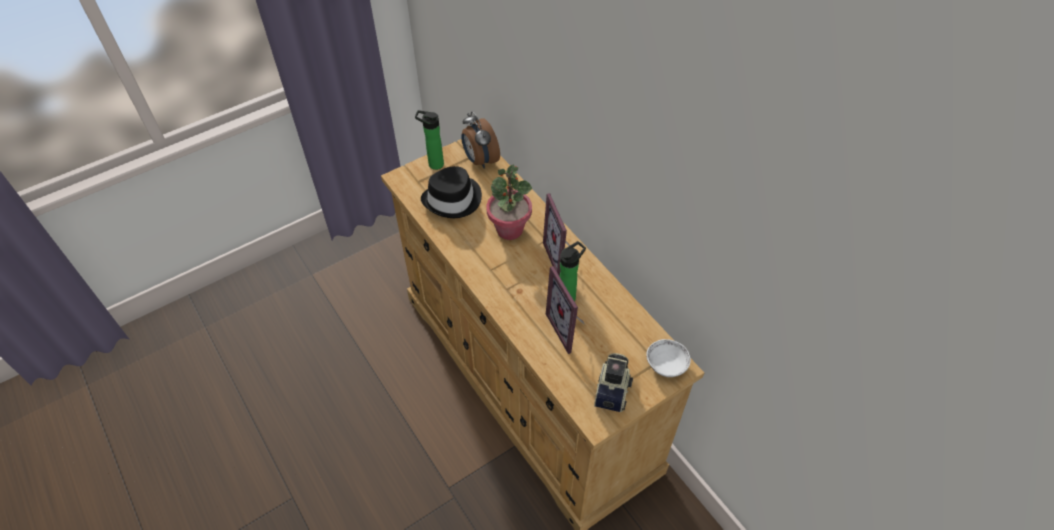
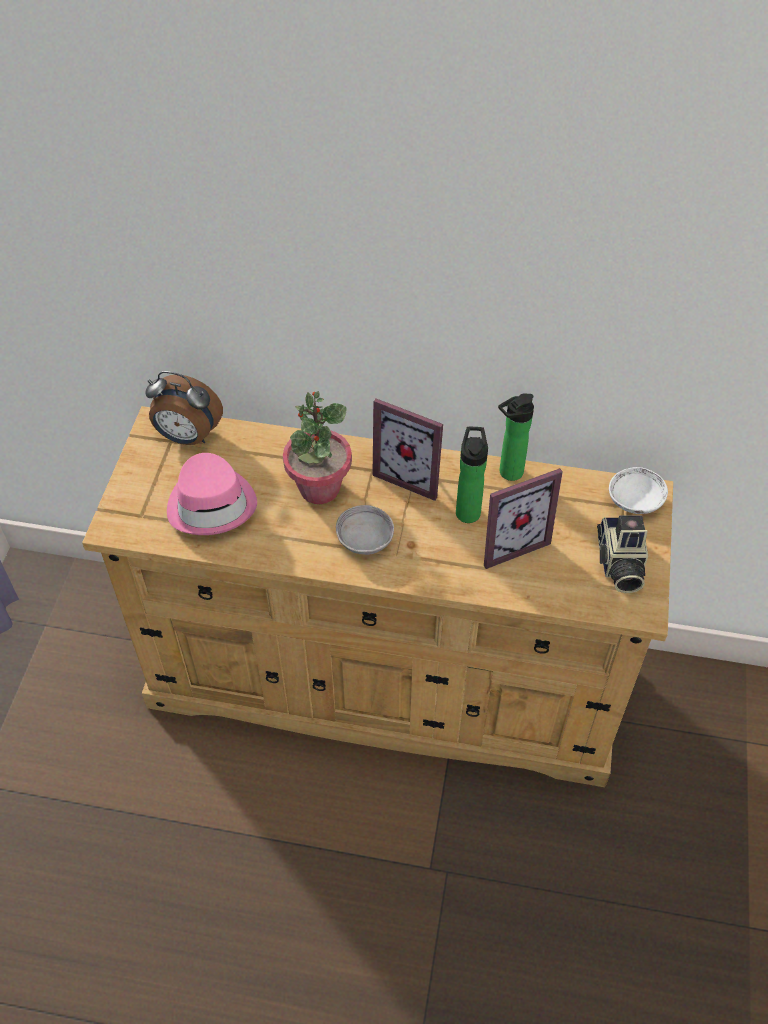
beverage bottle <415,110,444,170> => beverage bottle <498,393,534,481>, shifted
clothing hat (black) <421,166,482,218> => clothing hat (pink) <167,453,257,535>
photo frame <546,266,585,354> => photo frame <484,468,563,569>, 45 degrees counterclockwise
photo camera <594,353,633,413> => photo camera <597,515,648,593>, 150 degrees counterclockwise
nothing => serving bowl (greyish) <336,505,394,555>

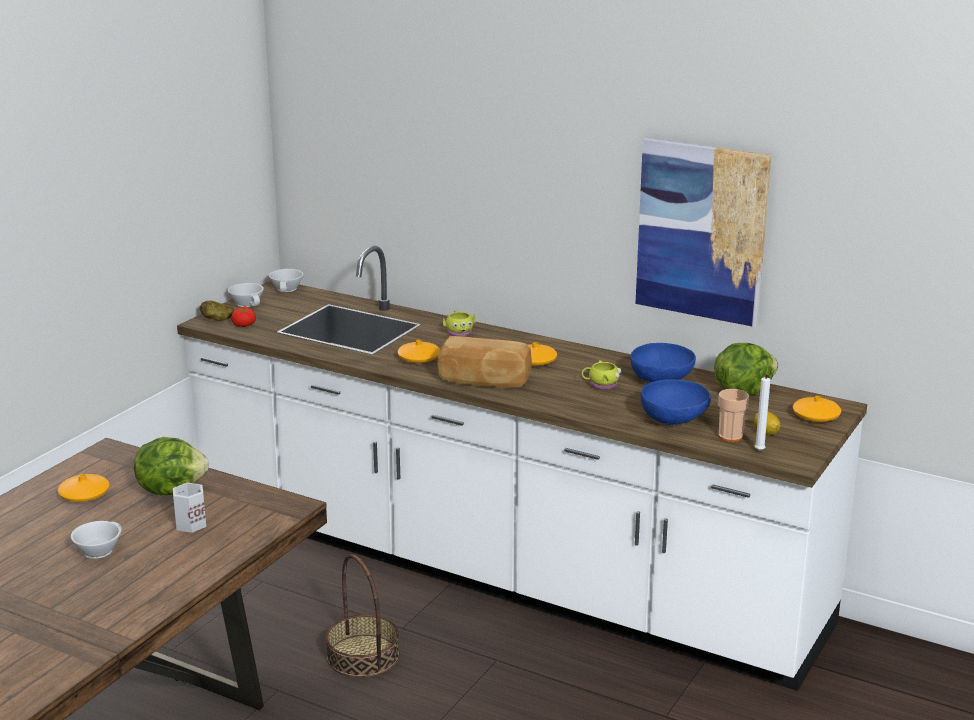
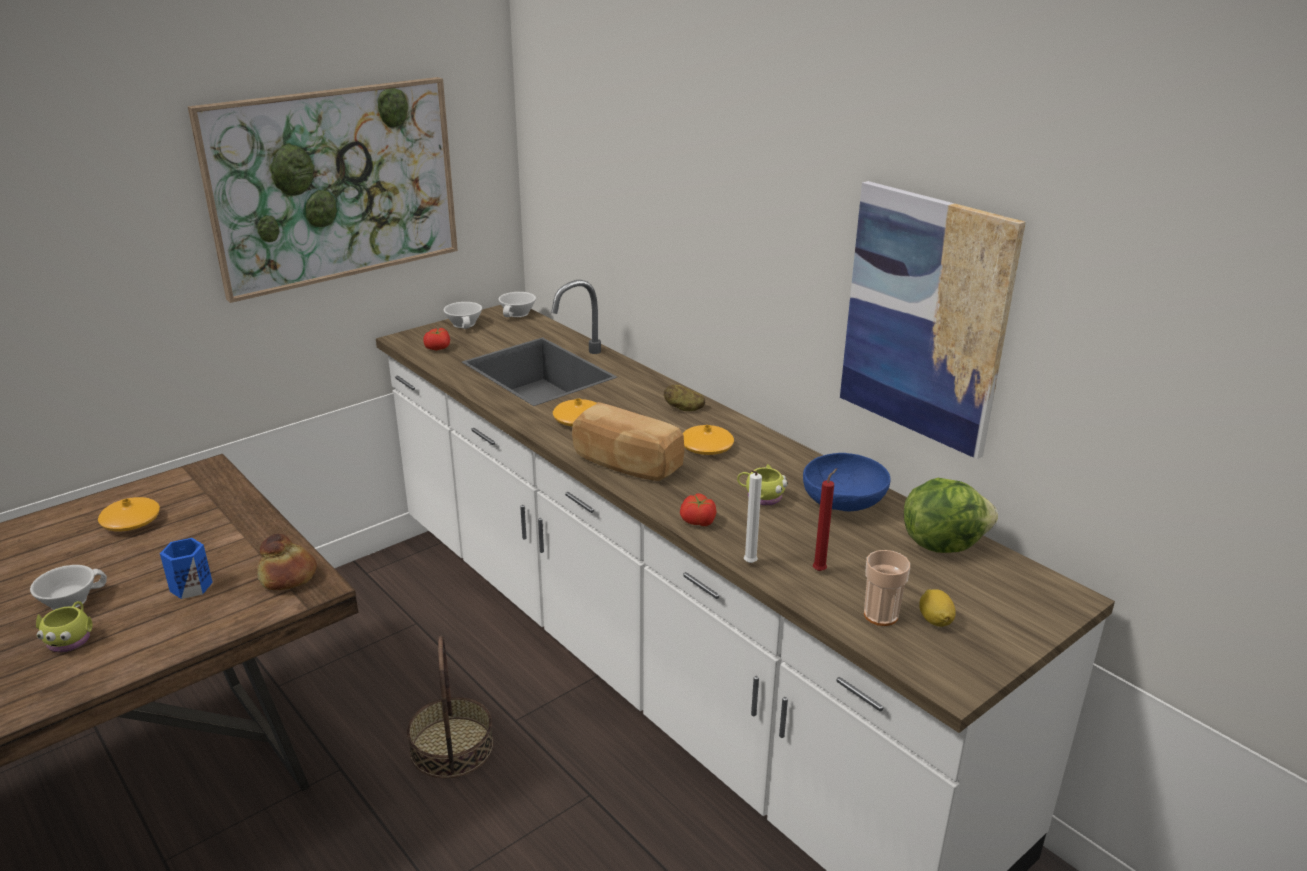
lettuce head <134,437,209,495> => nothing
coffee mug (white-coloured) <173,483,206,533> => coffee mug (bluish) <160,538,213,599>
potato <200,301,234,321> => potato <664,385,705,411>, shifted
coffee mug (yellow) <443,311,476,337> => coffee mug (yellow) <36,601,93,653>, shifted
serving bowl (bluish) <641,379,711,425> => wax candle (red-coloured) <813,469,837,571>
wax candle (white-coloured) <755,374,770,451> => wax candle (white-coloured) <744,470,762,563>, shifted
flower vase (orange-coloured) <793,396,841,422> => nothing
nothing => wall art <188,77,458,303>
nothing => bakery bread <257,534,317,590>
nothing => tomato <680,493,716,526>

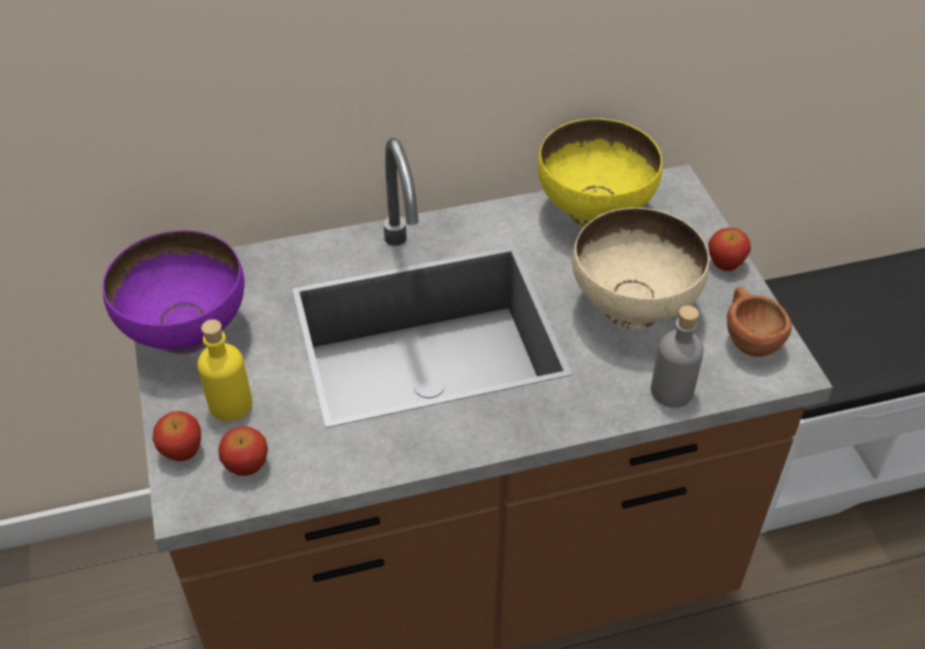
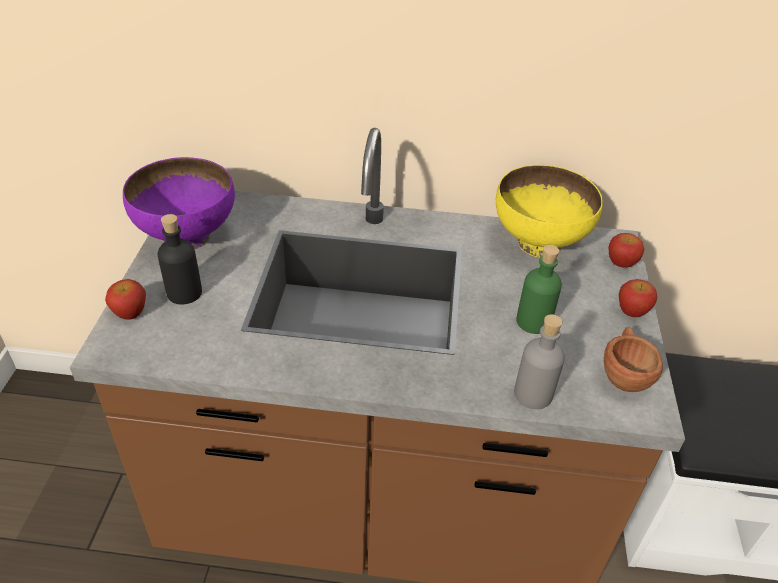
beverage bottle (yellow) <197,319,252,421> => beverage bottle (black) <158,214,202,305>
apple fruit <218,426,268,476> => apple fruit <609,233,644,268>, shifted
serving bowl (beige-coloured) <572,208,709,330> => beverage bottle (green) <516,245,562,334>

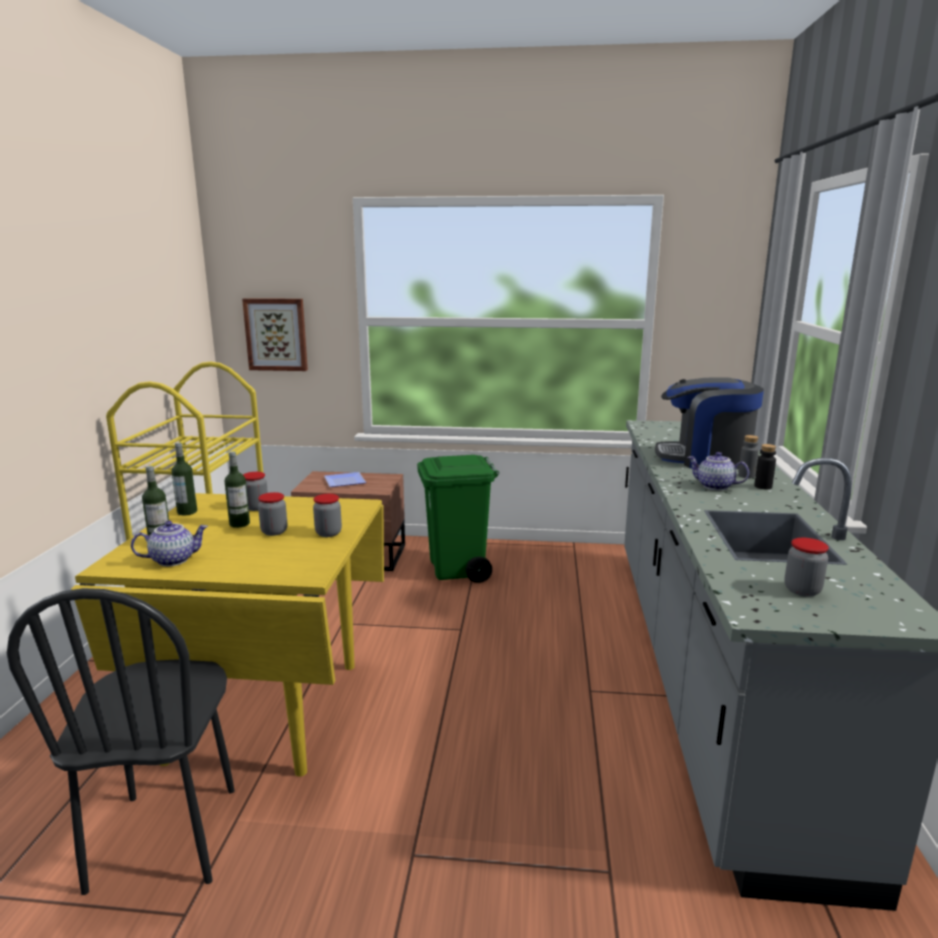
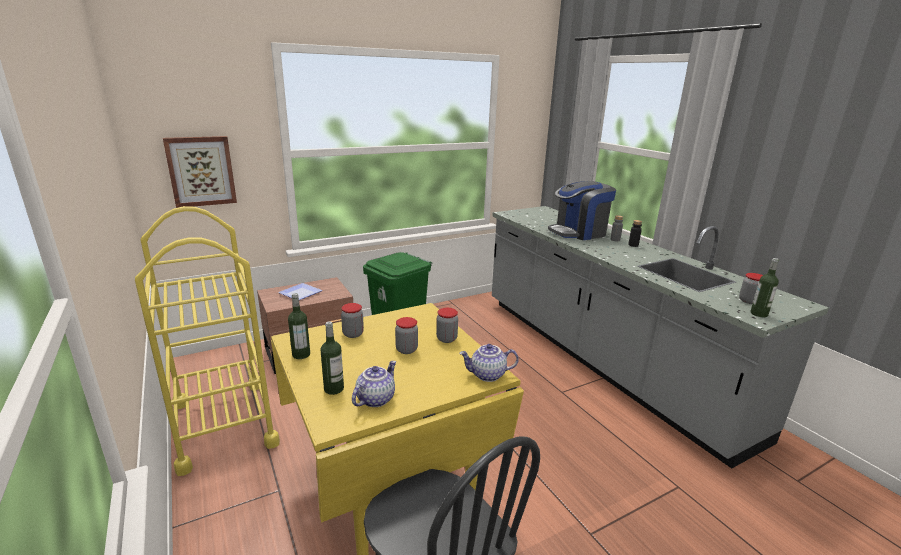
beverage bottle <225,451,250,528> => beverage bottle <750,258,779,317>, shifted
teapot <687,452,749,490> => teapot <459,344,519,382>, shifted

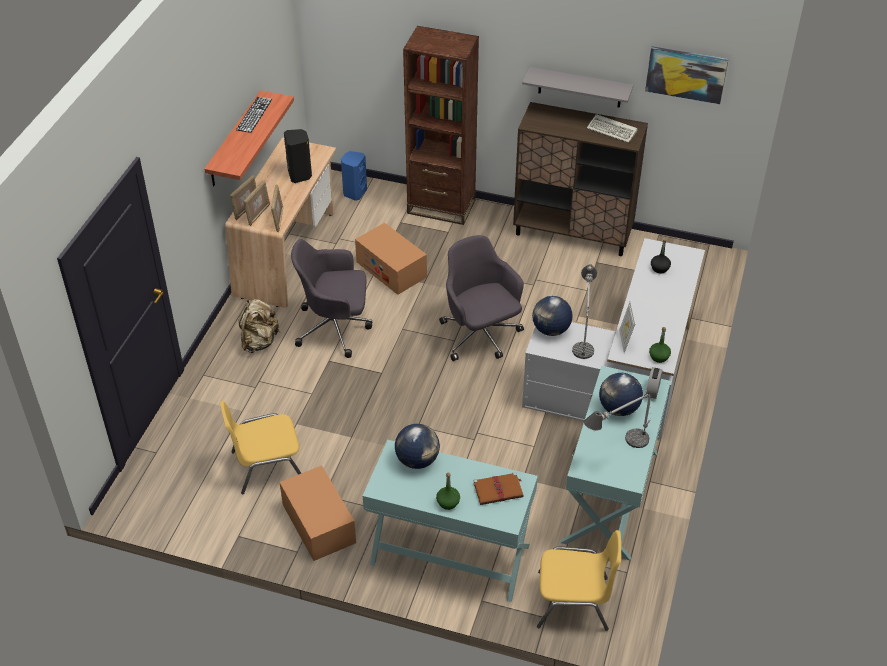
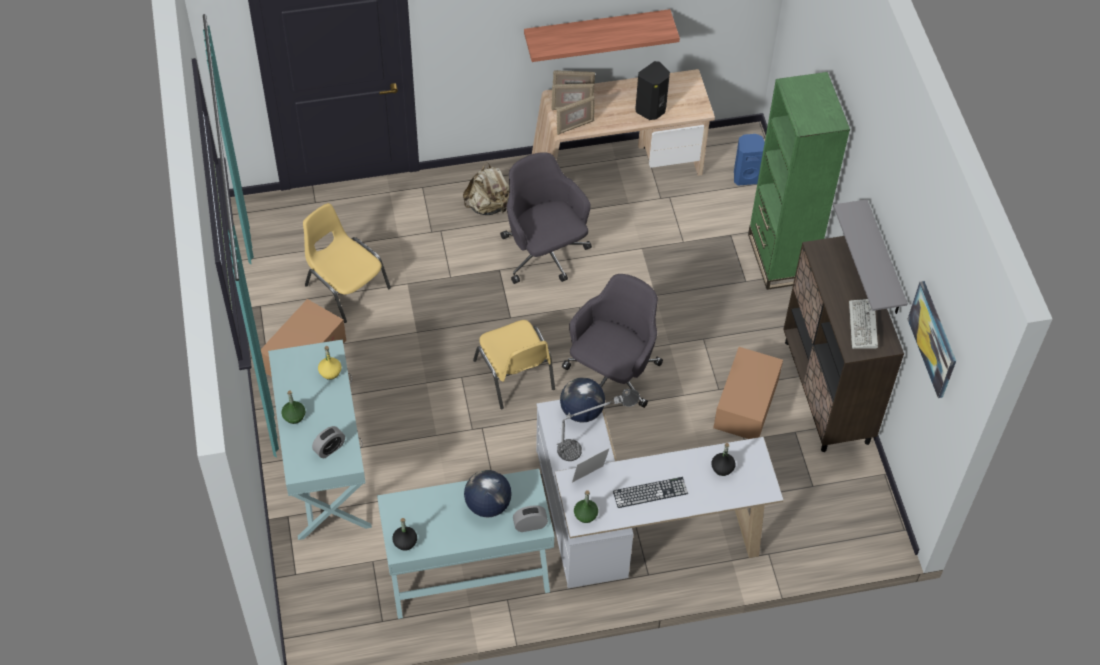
PC keyboard <236,97,272,133> => PC keyboard <613,477,688,508>, shifted
carton <355,223,427,295> => carton <713,347,783,439>, shifted
desk globe <395,424,440,469> => beverage bottle (yellow) <318,346,341,380>
bookcase (brown) <403,26,479,225> => bookcase (green) <748,72,850,290>
bound book (brown) <473,472,524,505> => table clock <312,426,345,458>
plain chair (yellow) <537,530,621,631> => plain chair (yellow) <473,320,555,409>, shifted
tabletop lamp <584,391,651,448> => nothing
nothing => beverage bottle (black) <392,518,417,551>

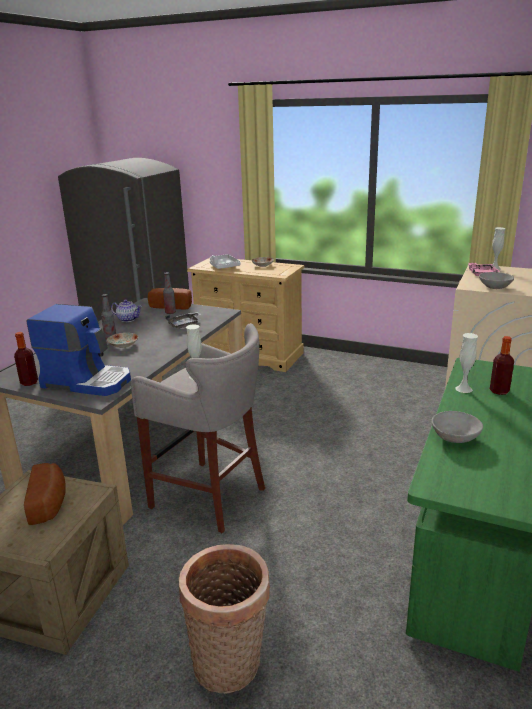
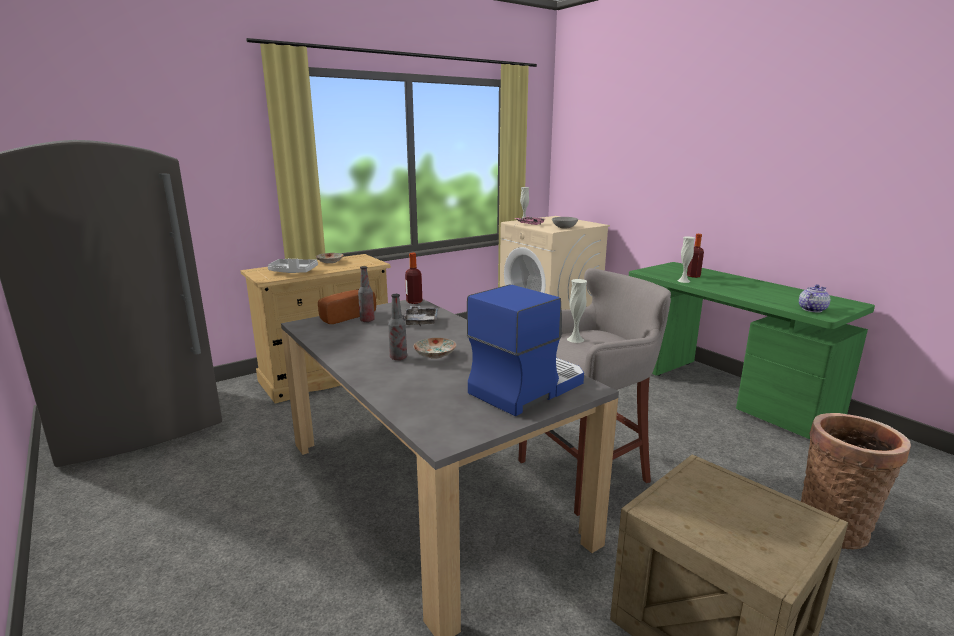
beverage bottle <14,332,38,386> => beverage bottle <405,253,422,304>, shifted
bakery bread <24,463,66,525> => nothing
teapot <111,300,142,322> => teapot <799,284,830,313>, shifted
serving bowl (greyish) <431,411,483,443> => nothing

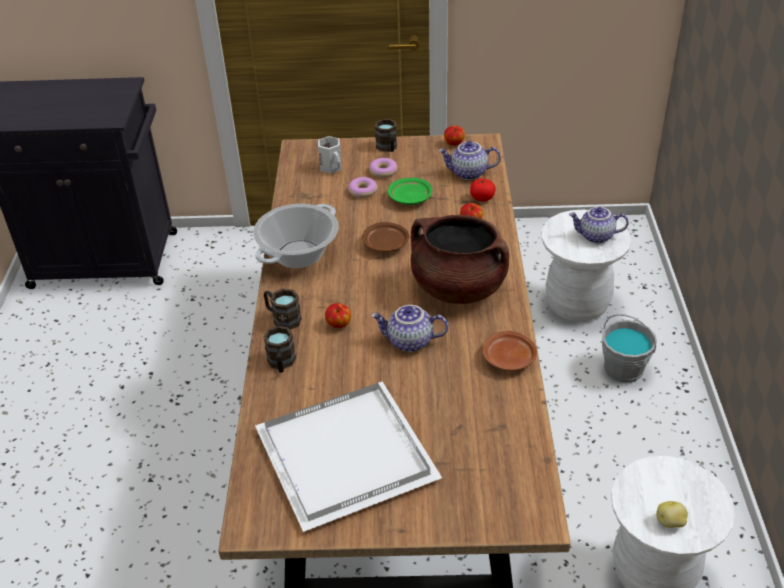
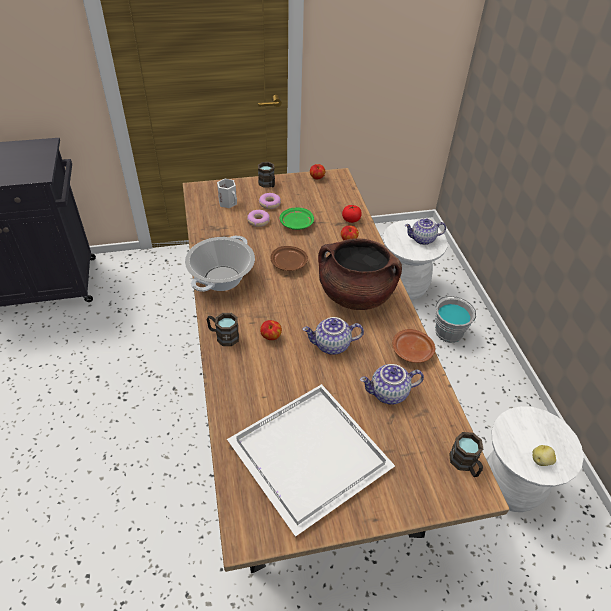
coffee mug (brown) <263,326,296,373> => coffee mug (brown) <449,432,483,477>, shifted
teapot <438,141,501,180> => teapot <360,364,424,405>, shifted

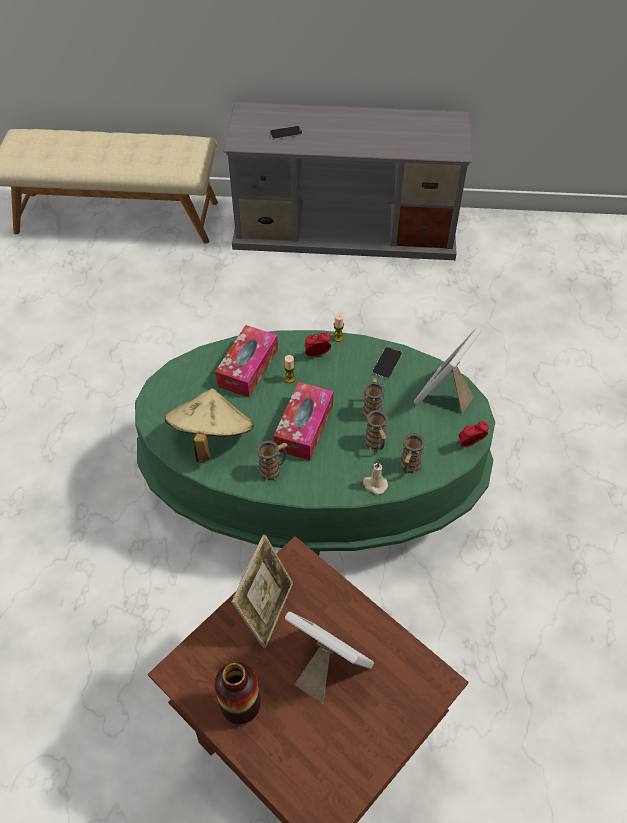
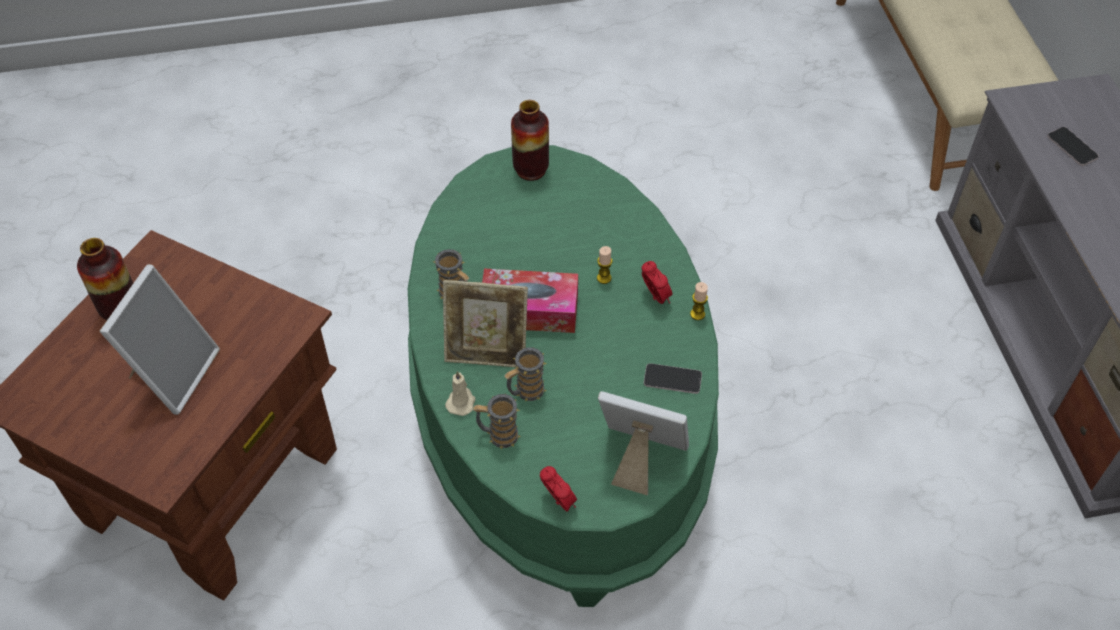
clothing hat (beige-coloured) <165,388,254,463> => nothing
tissue box <215,325,278,398> => nothing
photo frame <231,535,293,648> => photo frame <443,280,528,368>, shifted
coffee mug <360,378,386,419> => nothing
nothing => flower vase <511,100,549,181>

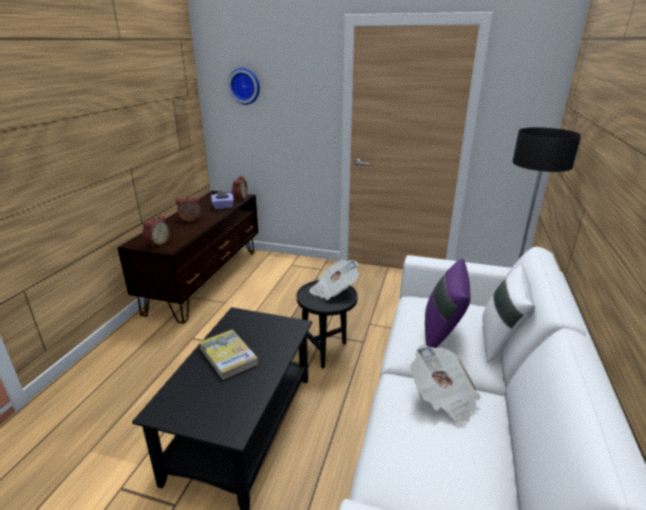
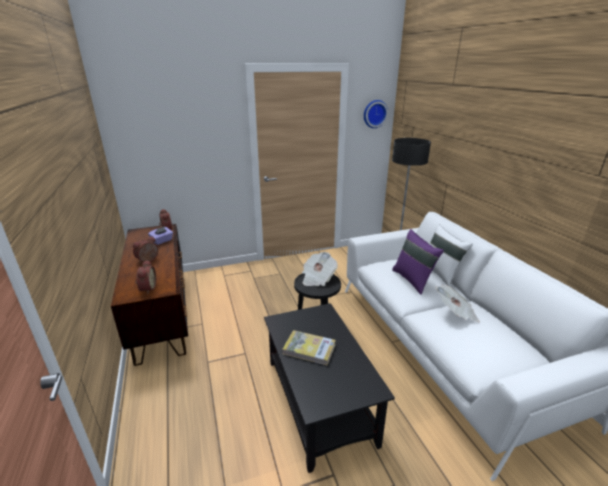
hanging clock <228,68,260,105> => hanging clock <364,100,388,128>, shifted

